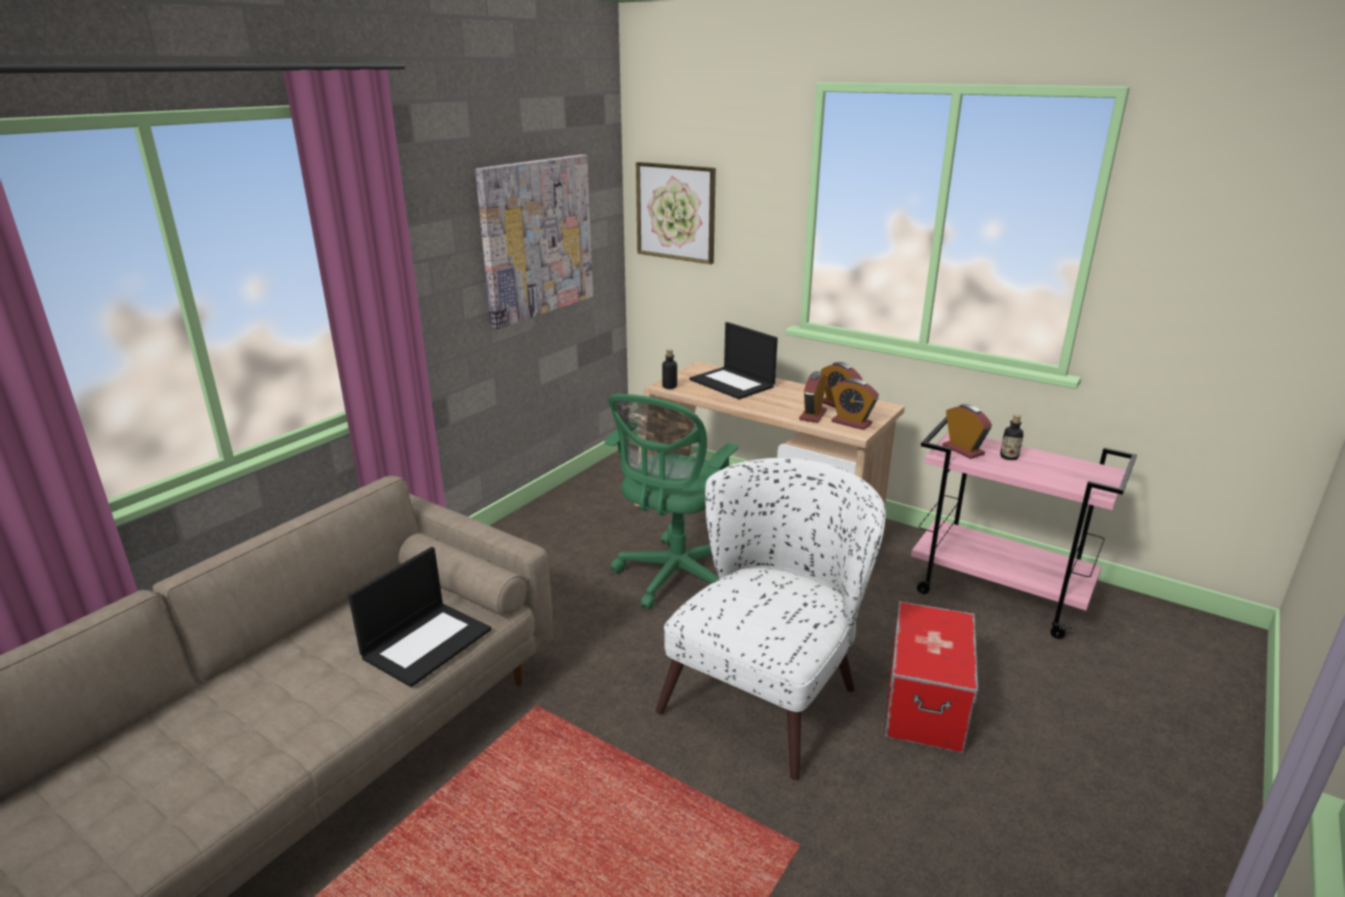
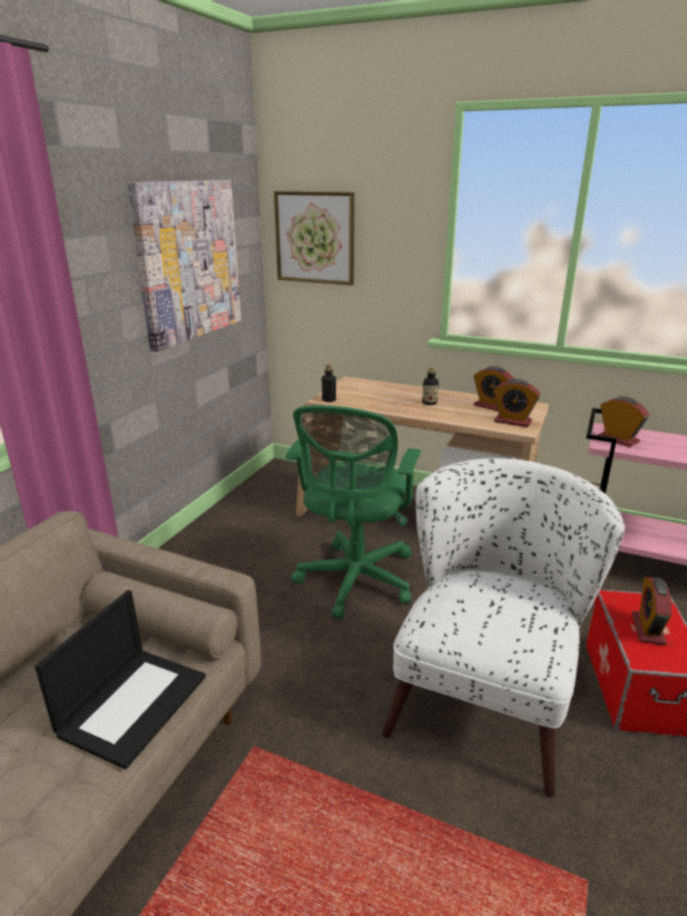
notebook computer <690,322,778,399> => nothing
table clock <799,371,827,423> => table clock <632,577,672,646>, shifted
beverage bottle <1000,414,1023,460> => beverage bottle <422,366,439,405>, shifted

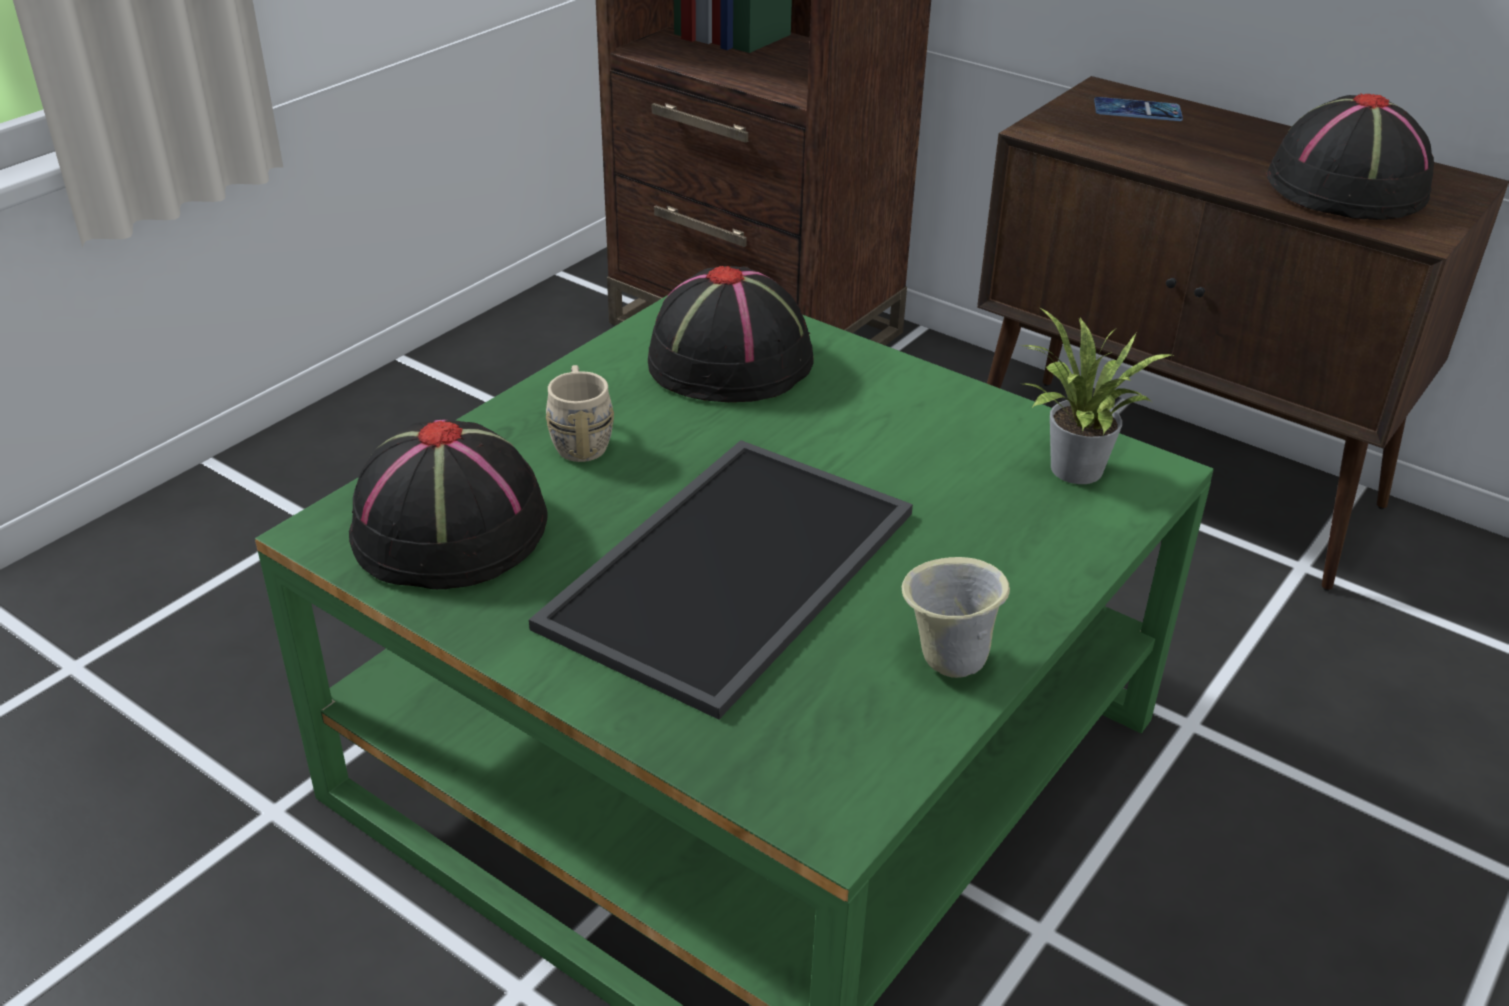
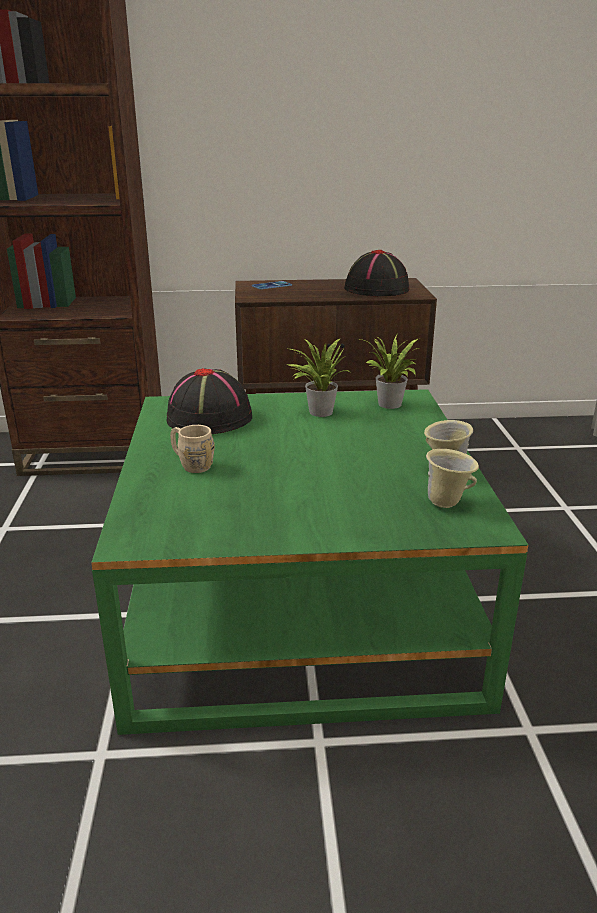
clothing hat (black) <349,420,548,589> => nothing
serving tray <529,440,913,720> => nothing
nothing => potted plant <287,338,350,417>
nothing => coffee mug (beige-coloured) <426,449,479,508>

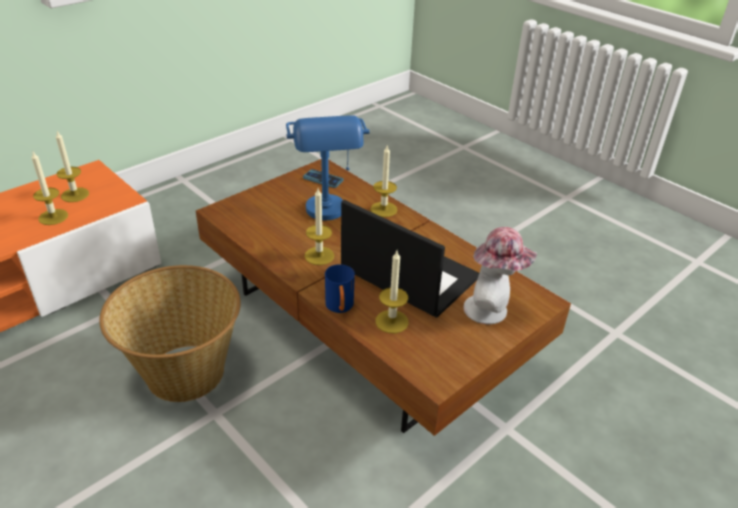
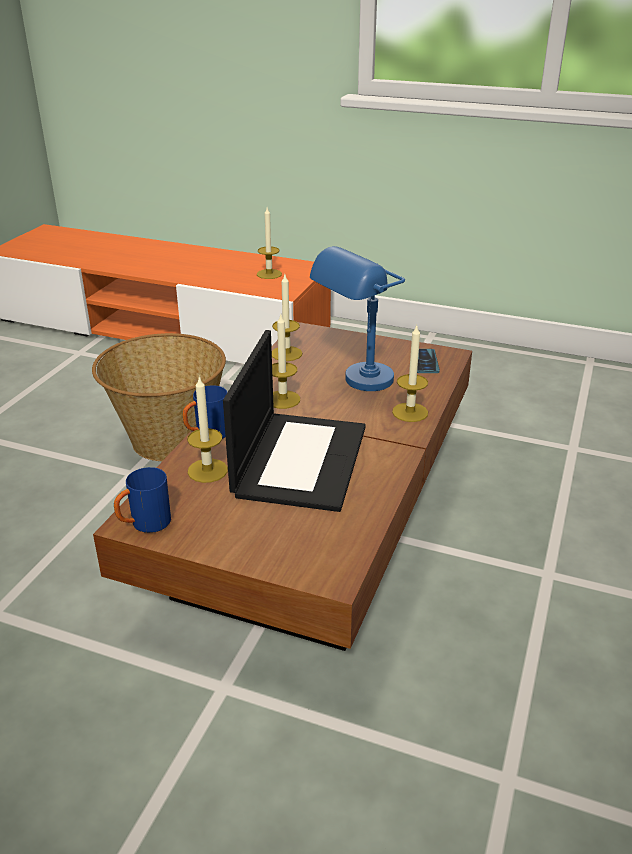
wax candle <32,152,68,225> => wax candle <272,275,302,361>, shifted
clothing hat <464,227,537,324> => nothing
nothing => coffee mug (bluish) <114,467,171,533>

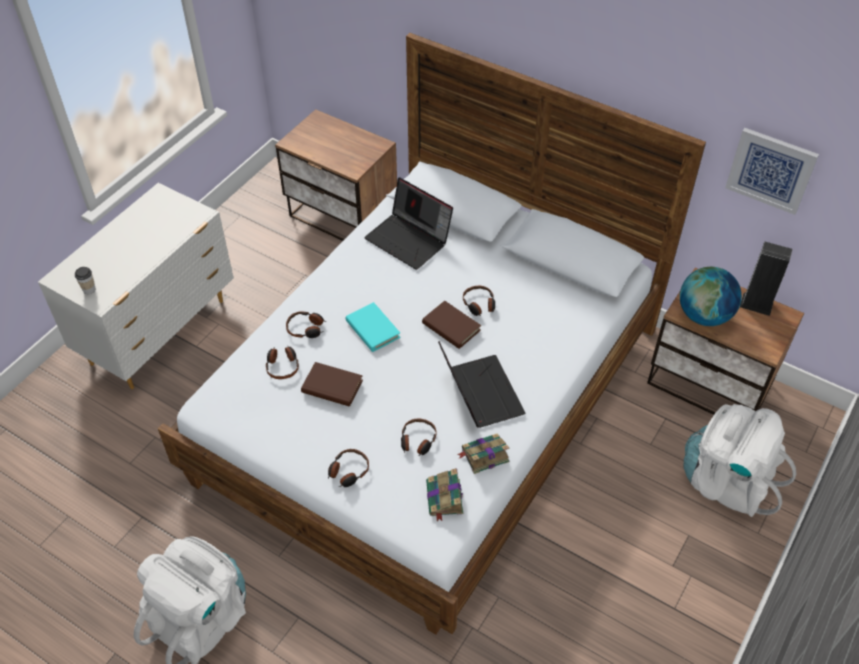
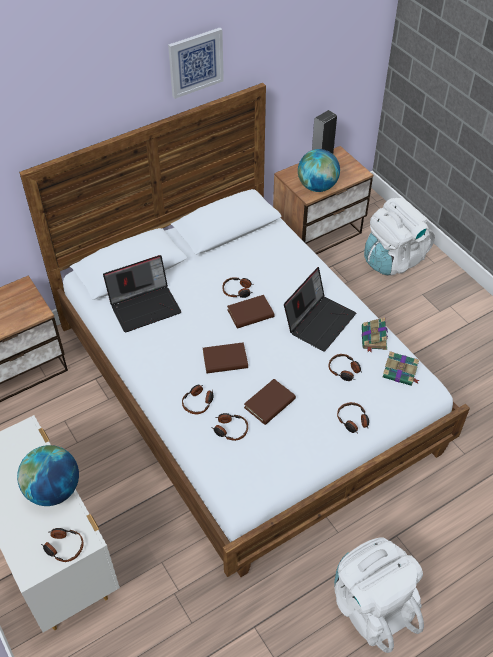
small cup <75,267,96,294> => headphones <42,528,84,562>
bound book (blue-green) <345,302,401,352> => bound book (brown) <203,342,248,373>
notebook computer <438,341,525,428> => notebook computer <284,267,356,352>, 120 degrees clockwise
wall art <725,128,819,215> => wall art <168,28,224,99>, shifted
nothing => desk globe <17,445,79,506>

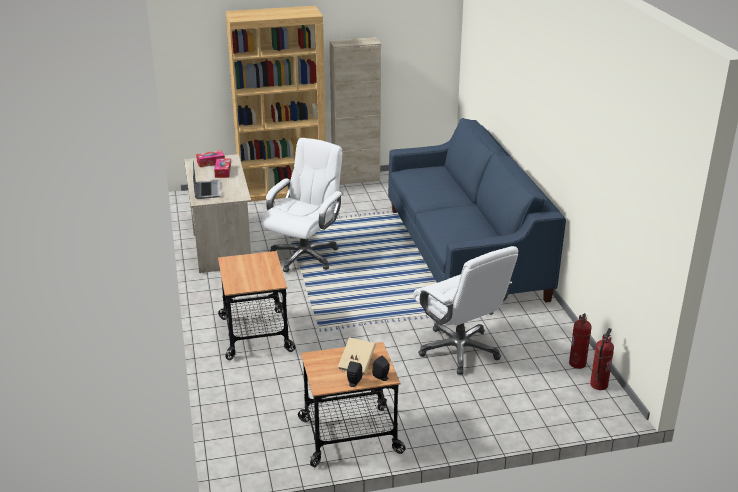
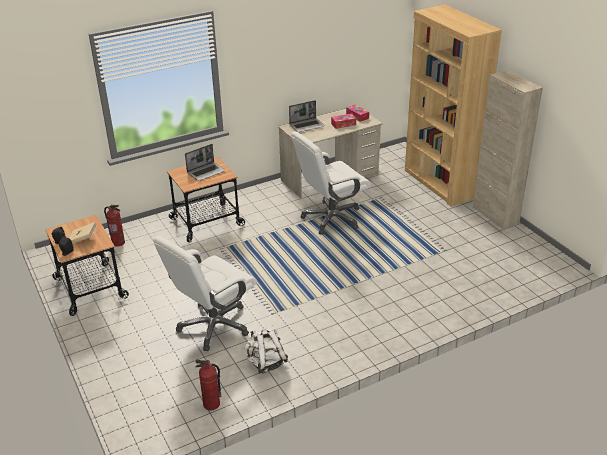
desk chair (white-coloured) <261,138,344,272> => desk chair (white-coloured) <291,131,371,235>, 135 degrees clockwise
couch (bluish) <388,118,566,303> => nothing
fire-fighting cylinder <590,328,614,390> => fire-fighting cylinder <104,205,125,247>, shifted
nothing => notebook computer <185,144,226,181>
nothing => knapsack (white-coloured) <245,325,288,374>

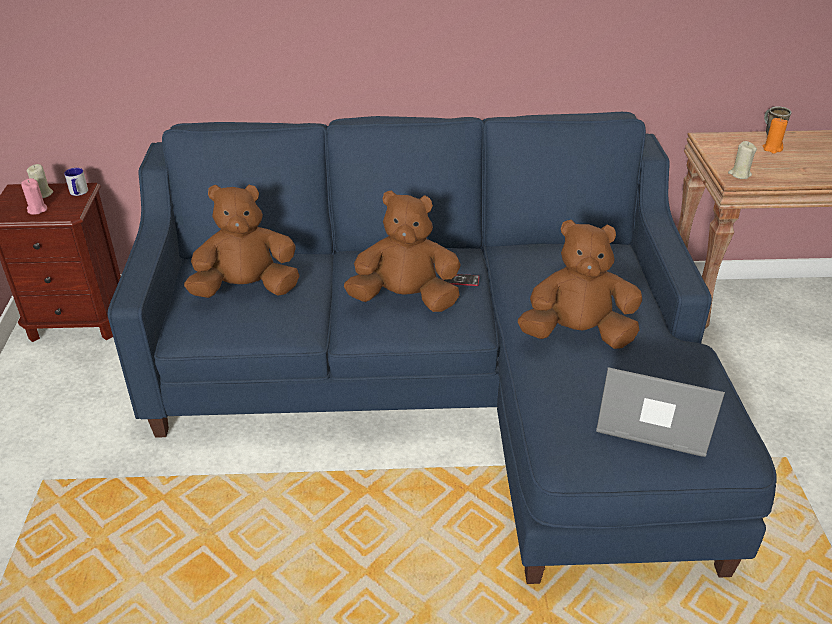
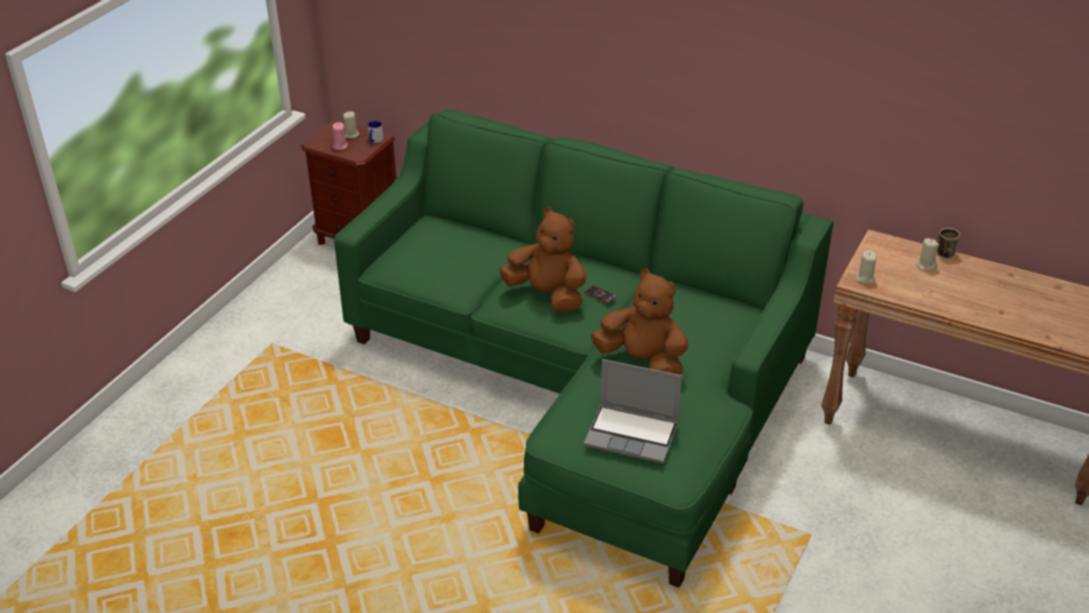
couch (bluish) <108,112,777,584> => couch (green) <334,109,834,588>
cuddly toy (brown) <184,185,299,298> => nothing
notebook computer <596,367,725,457> => notebook computer <584,359,682,464>, 150 degrees clockwise
wax candle (orange-coloured) <763,118,788,154> => wax candle (beige-coloured) <916,238,939,271>

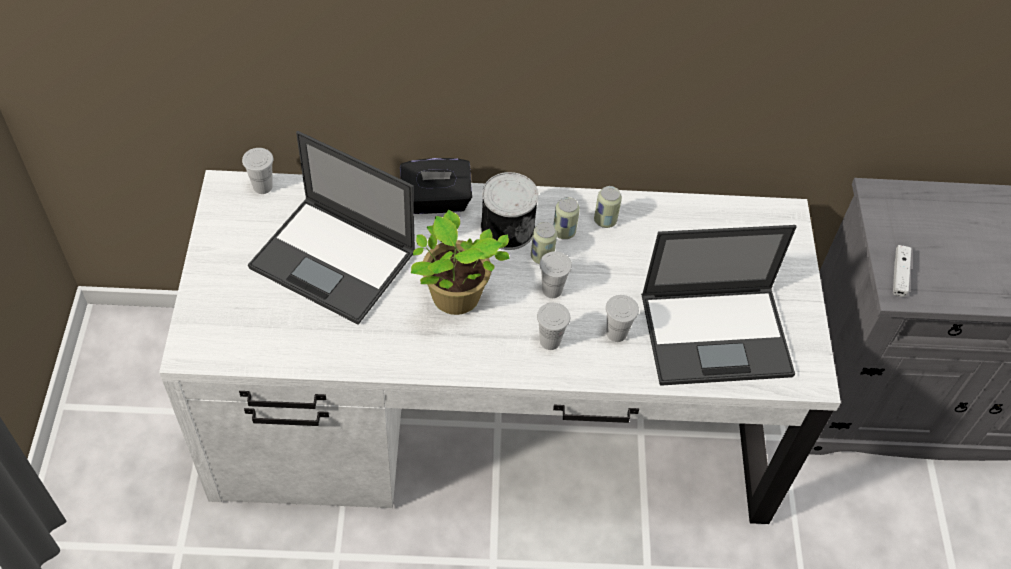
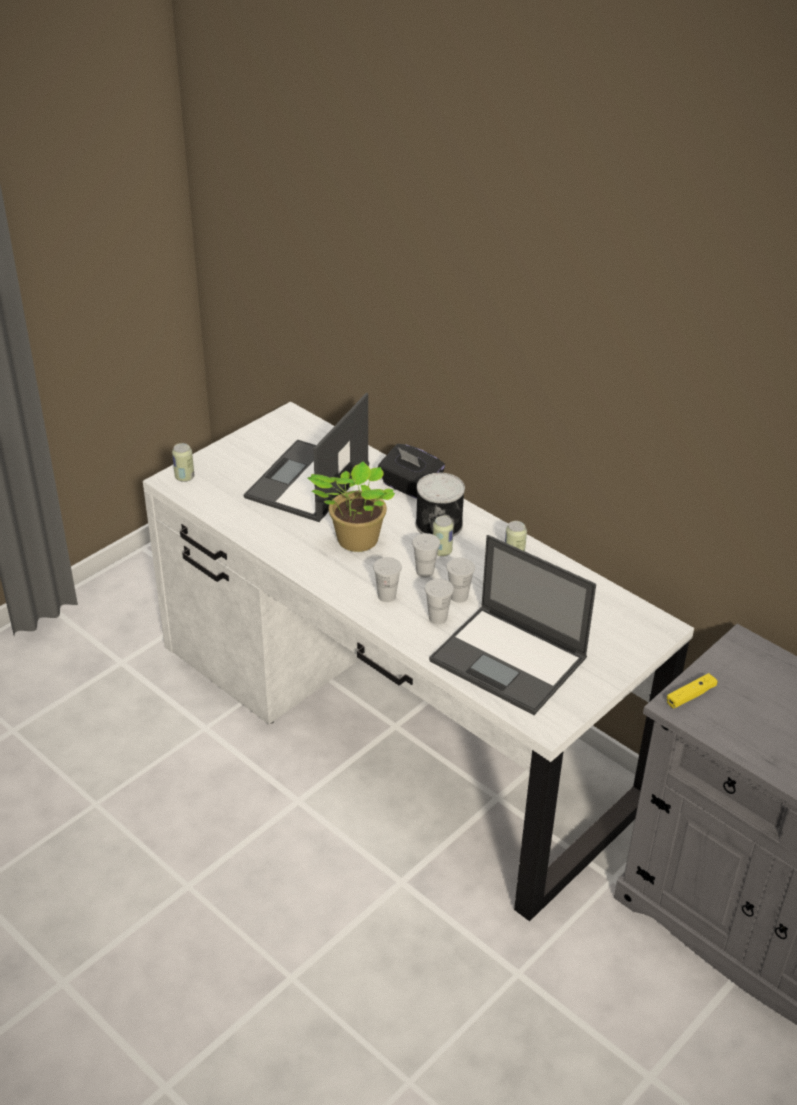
small cup (white-coloured) <242,148,273,194> => small cup (white-coloured) <446,558,475,603>, shifted
notebook computer <248,131,415,325> => notebook computer <244,393,369,522>, 45 degrees clockwise
metal can <553,197,580,239> => metal can <172,443,194,482>, shifted
gamepad (white-coloured) <893,245,911,297> => gamepad (yellow) <667,673,718,709>

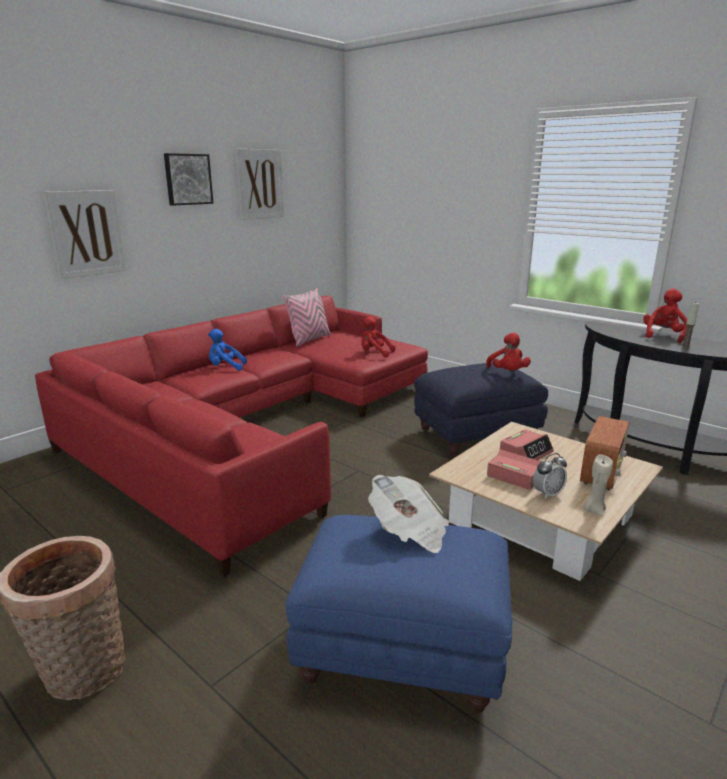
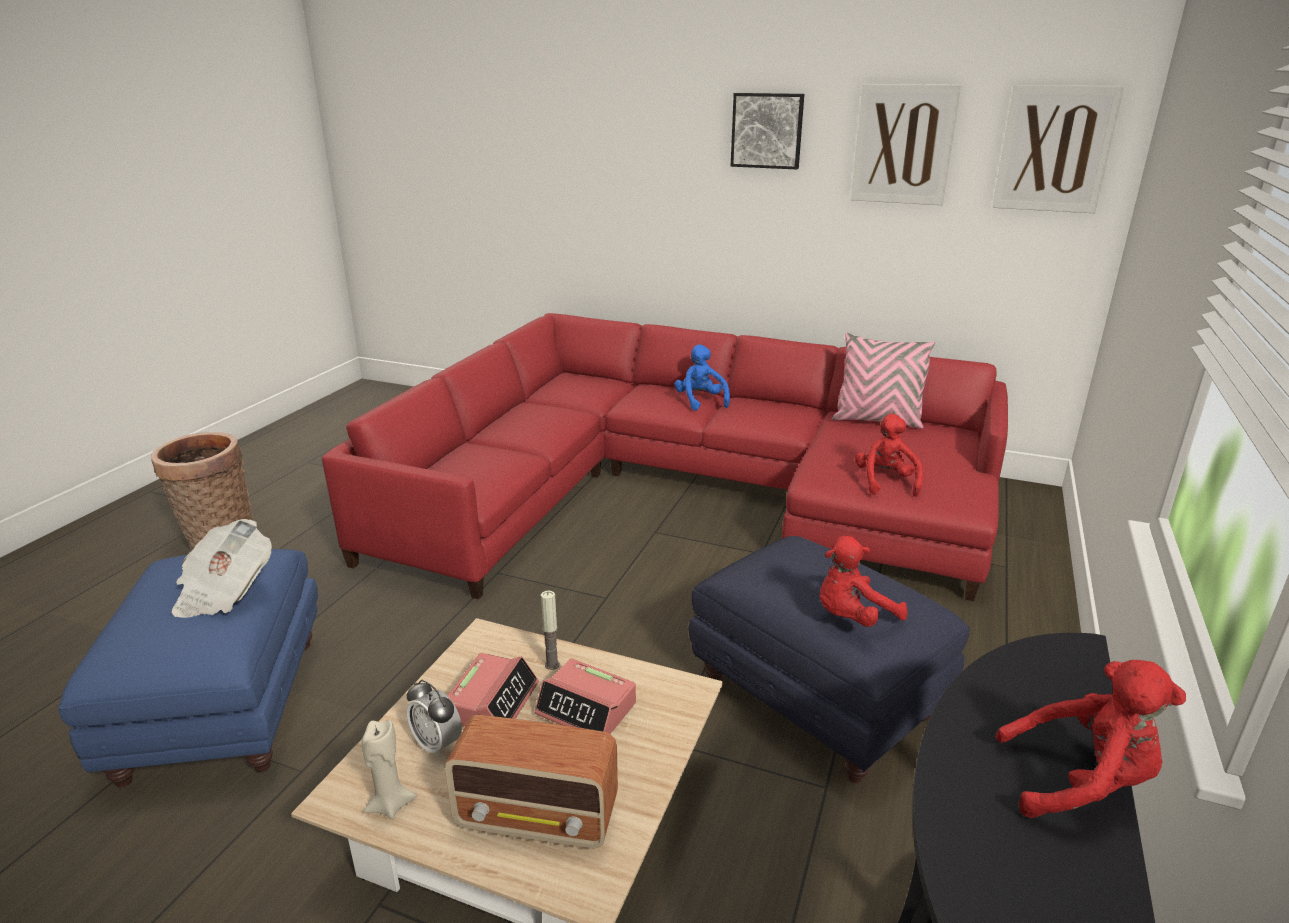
wall art <44,190,126,279> => wall art <992,85,1124,213>, shifted
wax candle <681,302,699,349> => wax candle <541,590,560,670>, shifted

